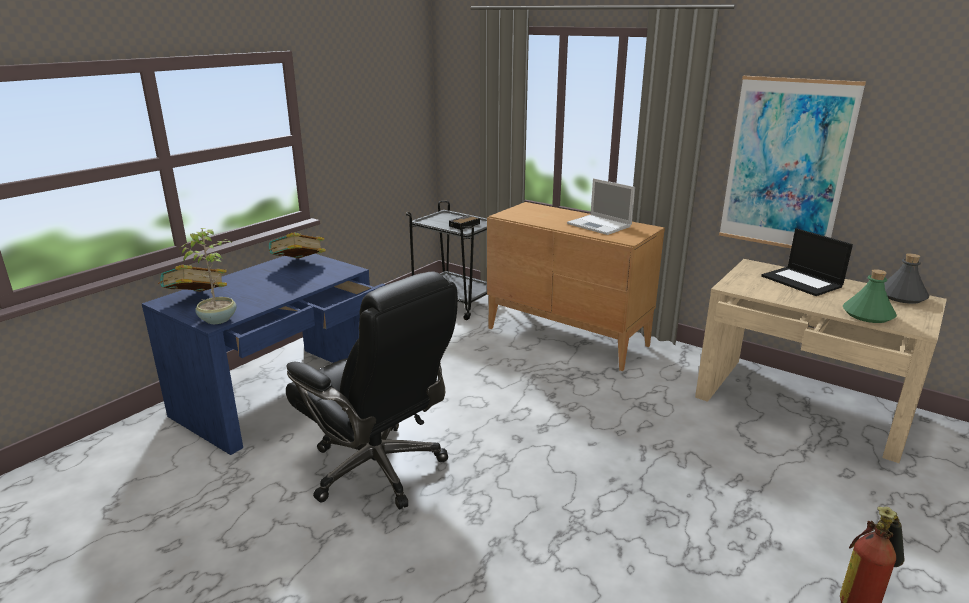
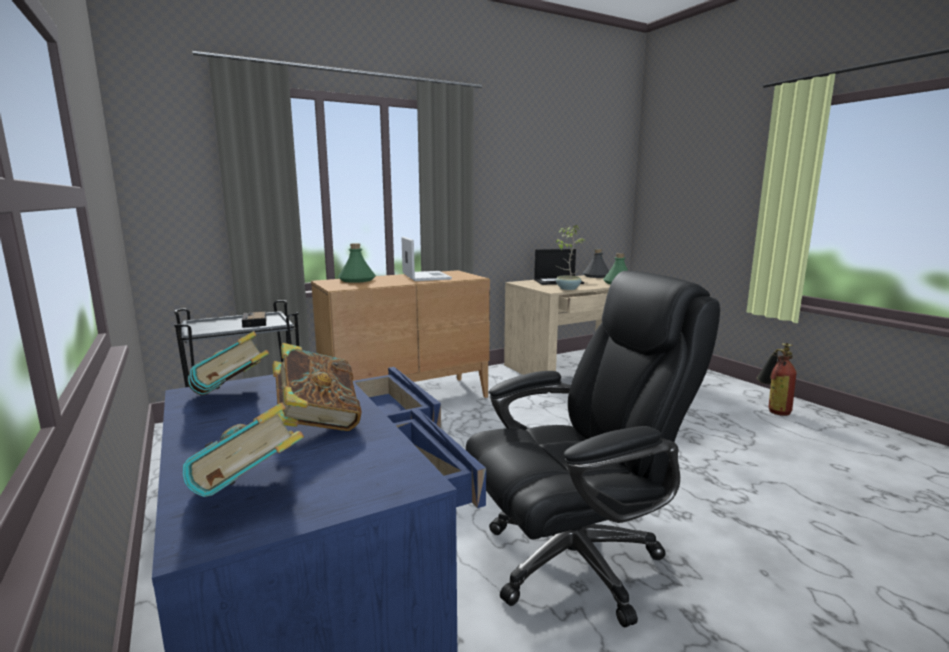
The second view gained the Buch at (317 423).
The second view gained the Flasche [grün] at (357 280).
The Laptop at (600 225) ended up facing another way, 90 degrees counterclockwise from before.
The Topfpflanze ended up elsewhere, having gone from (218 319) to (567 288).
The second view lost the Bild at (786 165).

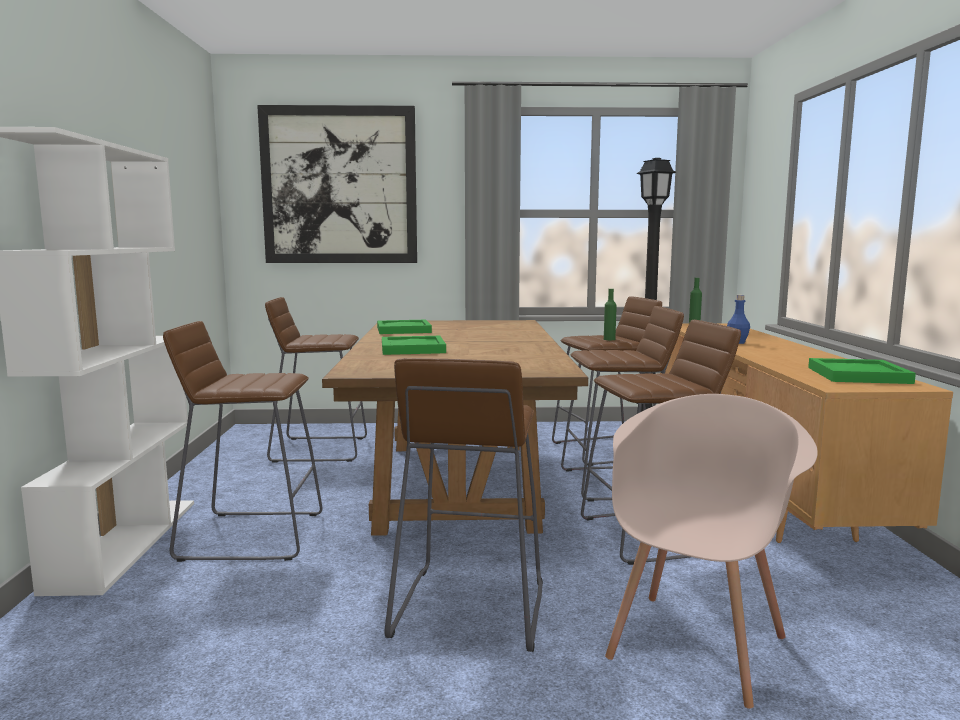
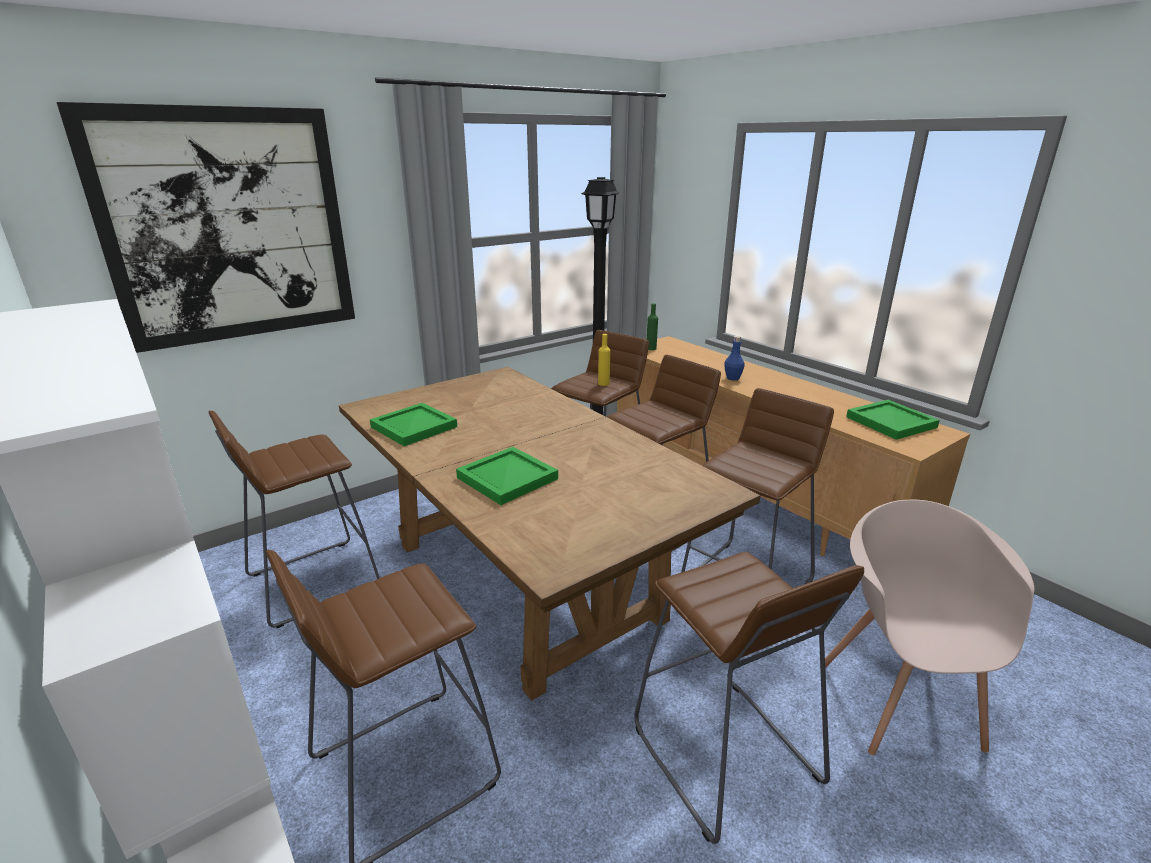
What was the Flasche [grün] at (609 339) turned into the Flasche [gelb] at (603 383).

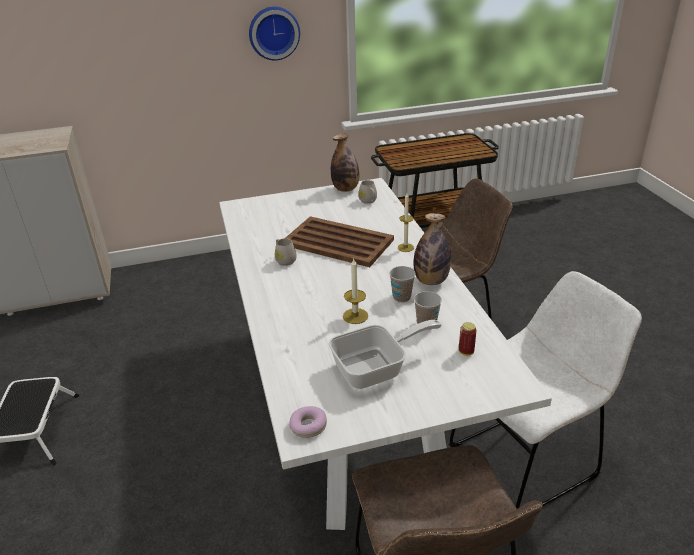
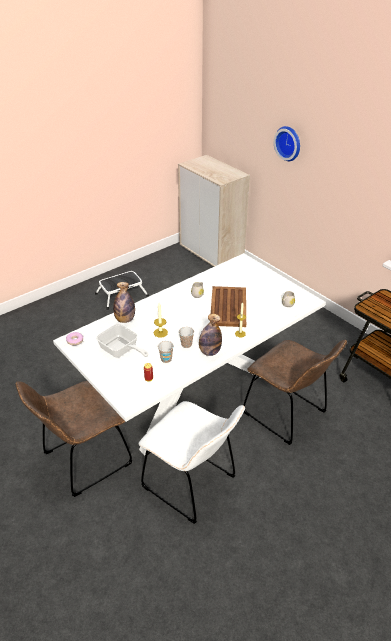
The Flasche ended up elsewhere, having gone from (346 189) to (125 319).
The Wanduhr ended up elsewhere, having gone from (273 32) to (289 143).

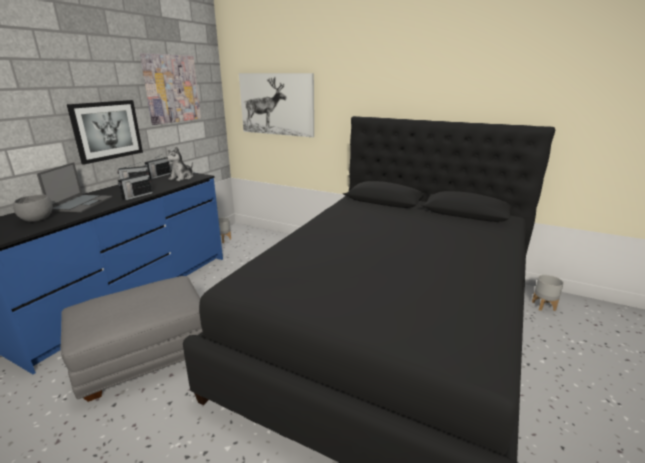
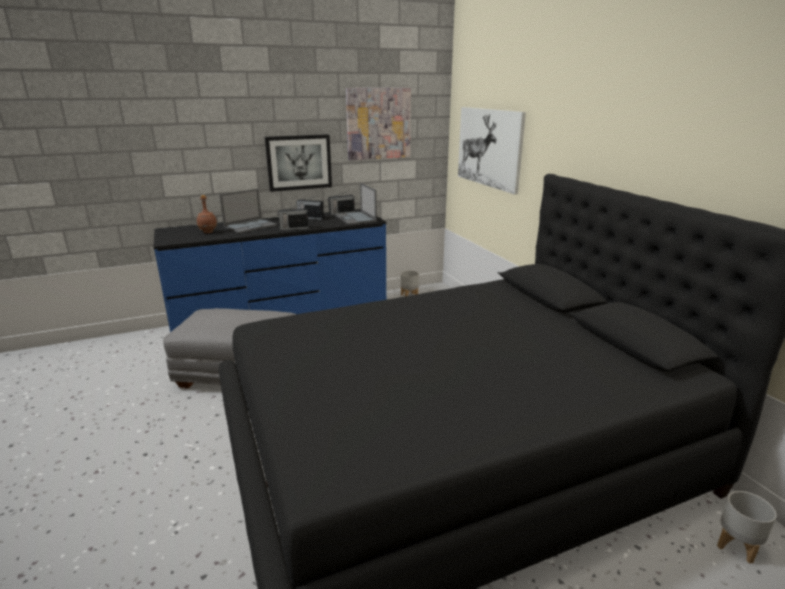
Where the Schüssel [grau] stood at (37 219), the Flasche [braun] came to stand at (208 232).
Where the Plüschtier stood at (182 178), the Laptop came to stand at (355 218).

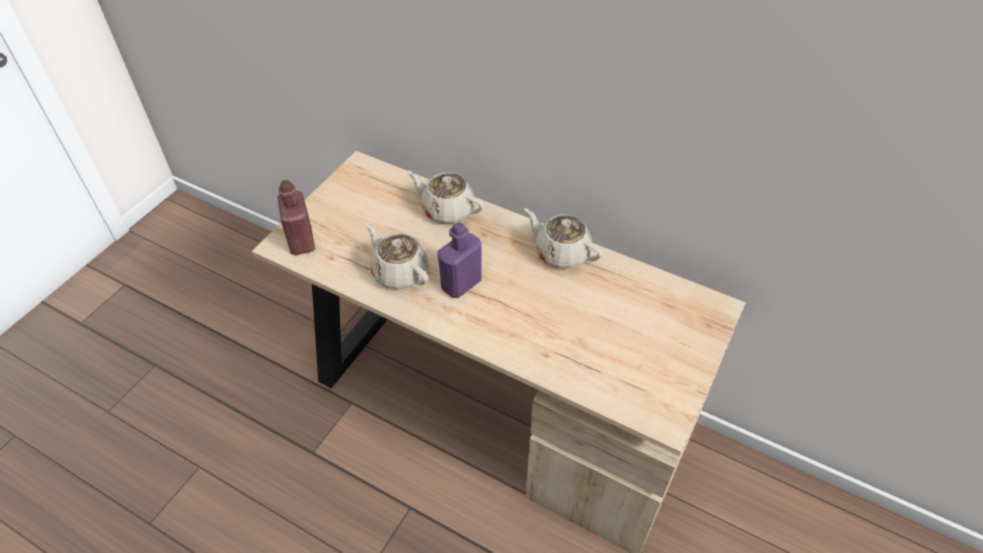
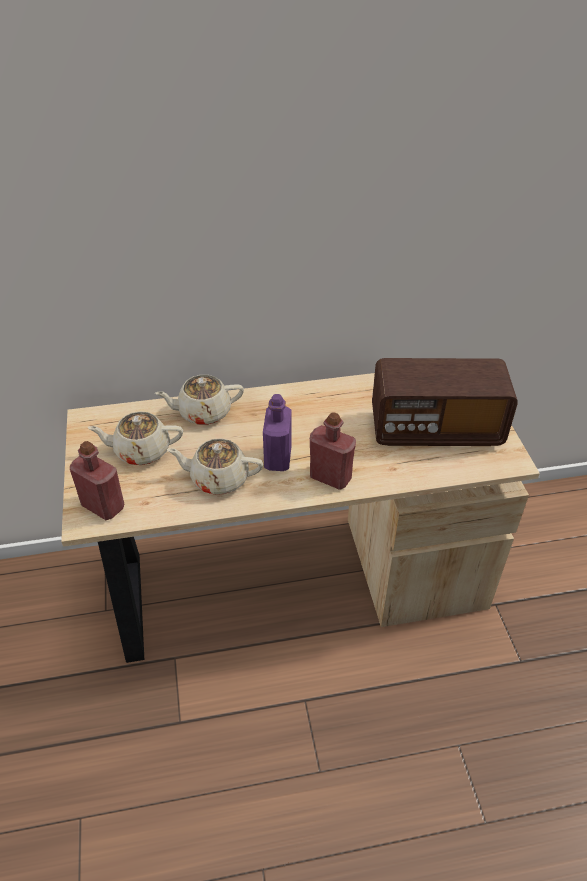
The Teekanne [beige] ended up elsewhere, having gone from (561 252) to (141 451).
The second view gained the Flasche [rot] at (330 477).
The second view gained the Radio at (435 429).

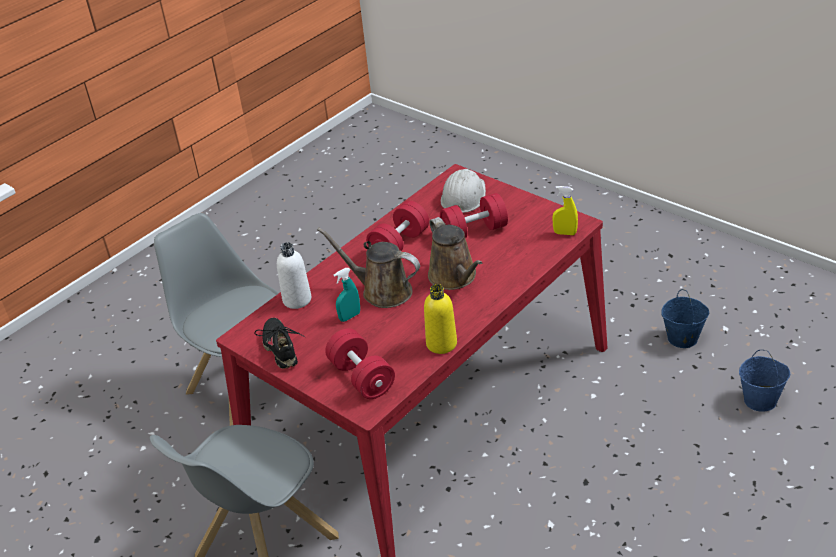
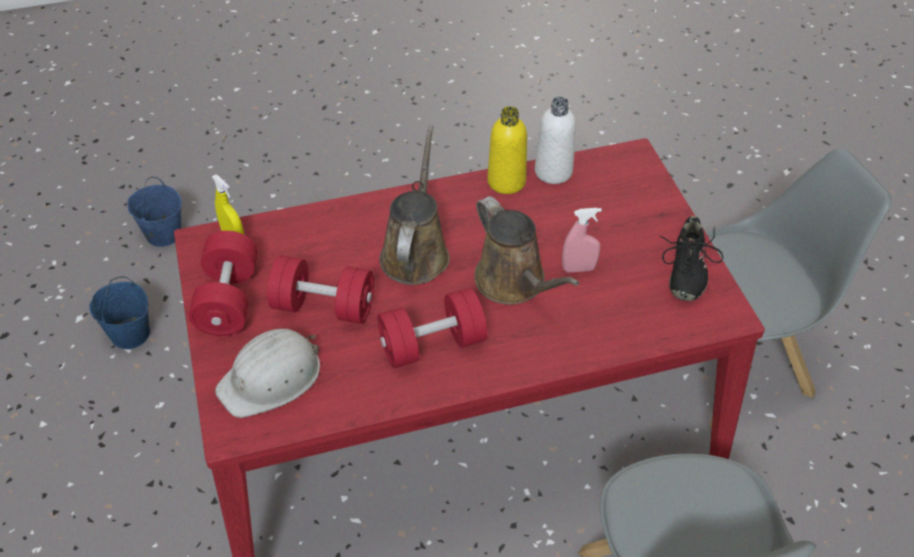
The Hantel [rot] ended up elsewhere, having gone from (362 377) to (228 300).
The Flasche [weiß] ended up elsewhere, having gone from (297 300) to (553 171).
What was the Sprühflasche [türkis] at (349 316) turned into the Sprühflasche [rosa] at (578 268).

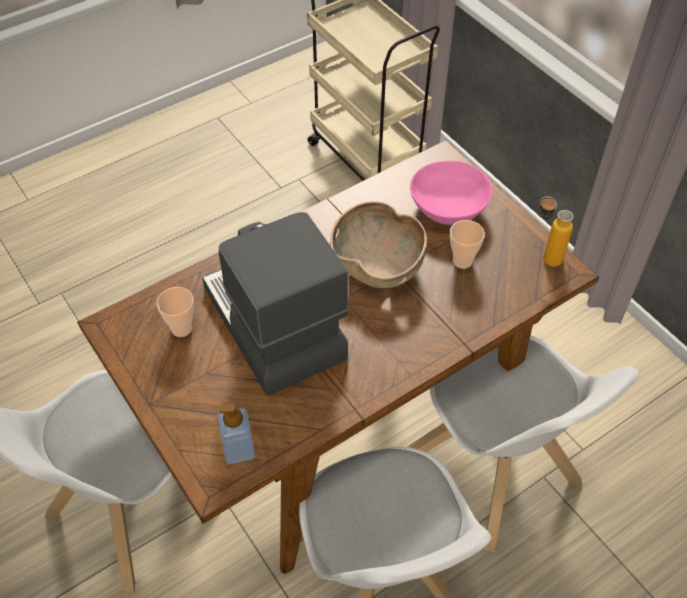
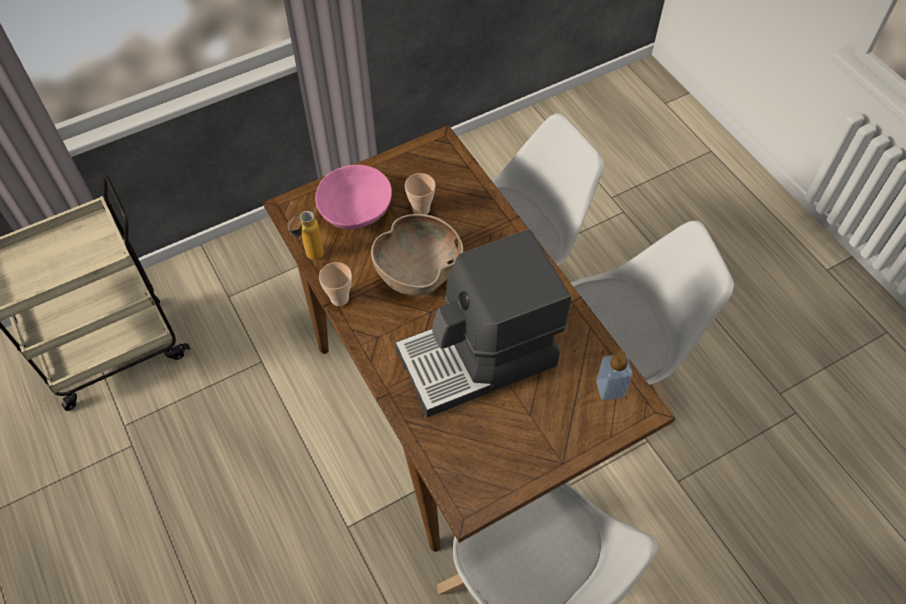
The Flasche ended up elsewhere, having gone from (544 257) to (310 258).
The Tasse ended up elsewhere, having gone from (181 329) to (339 298).

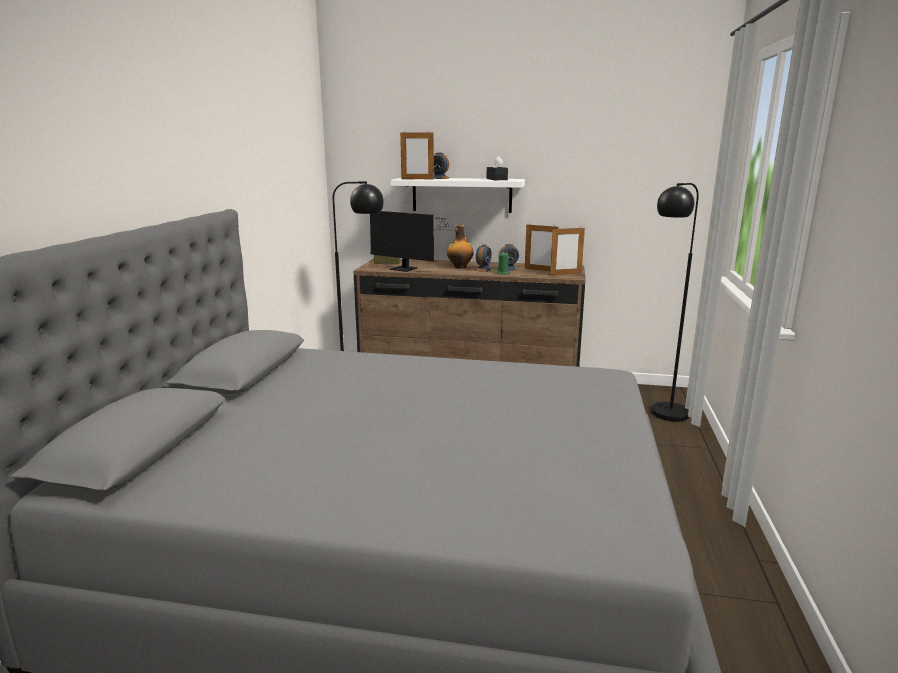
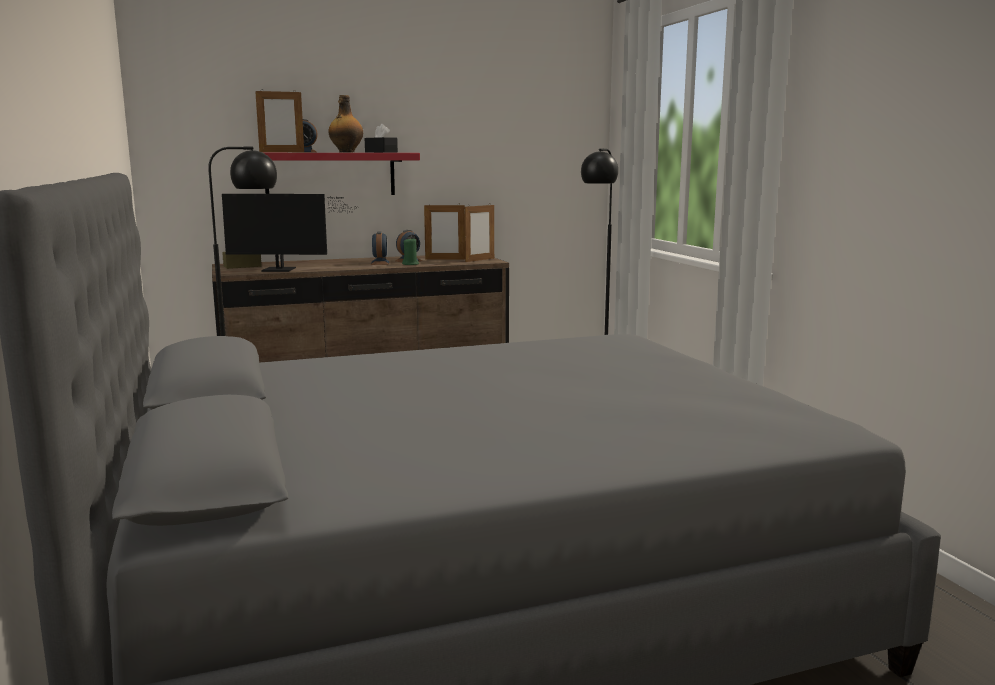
What was the Wandregal [weiß] at (461 195) turned into the Wandregal [rot] at (330 174).
The Flasche ended up elsewhere, having gone from (459 267) to (346 152).

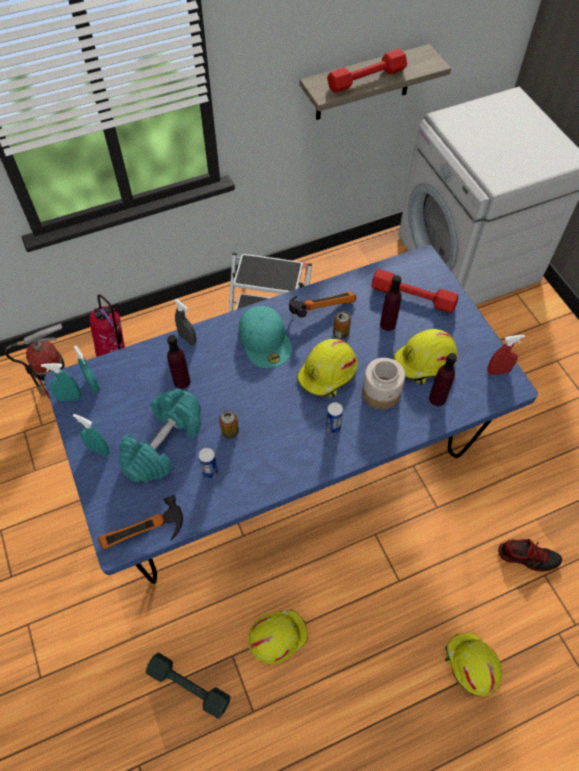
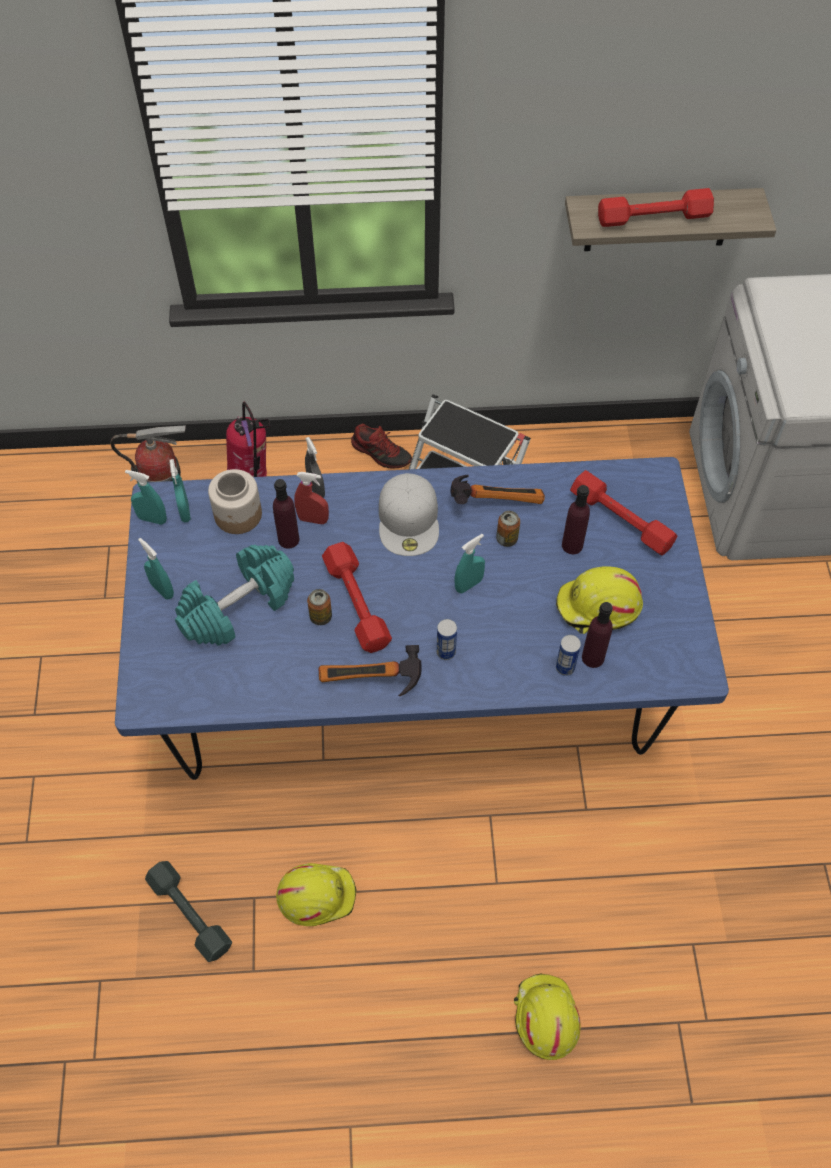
The Vorratsglas ended up elsewhere, having gone from (381 393) to (238 515).
The Sprühflasche [rot] ended up elsewhere, having gone from (498 371) to (313 519).
The Hammer ended up elsewhere, having gone from (145 537) to (370 684).
The second view gained the Hantel [rot] at (357 603).
The Schuh ended up elsewhere, having gone from (527 556) to (381 453).
What was the Kappe [türkis] at (265 340) turned into the Kappe [weiß] at (409 520).
Where the Schutzhelm [gelb] stood at (328 374), the Sprühflasche [türkis] came to stand at (468 584).
The Dose ended up elsewhere, having gone from (210 472) to (565 667).

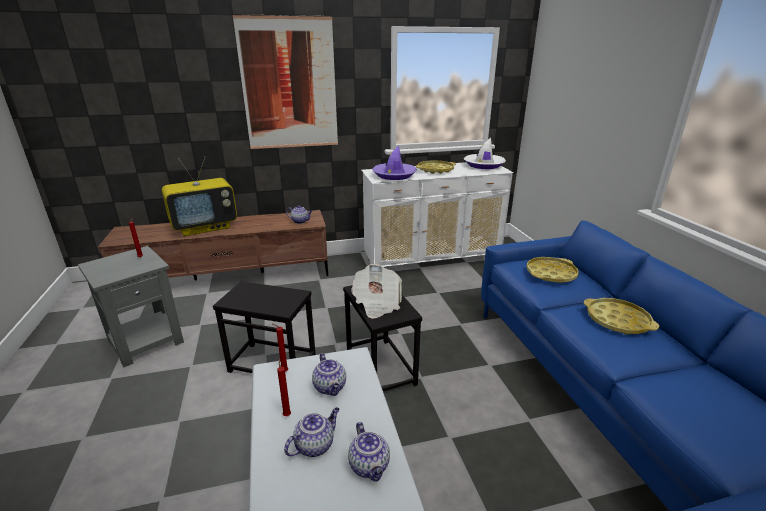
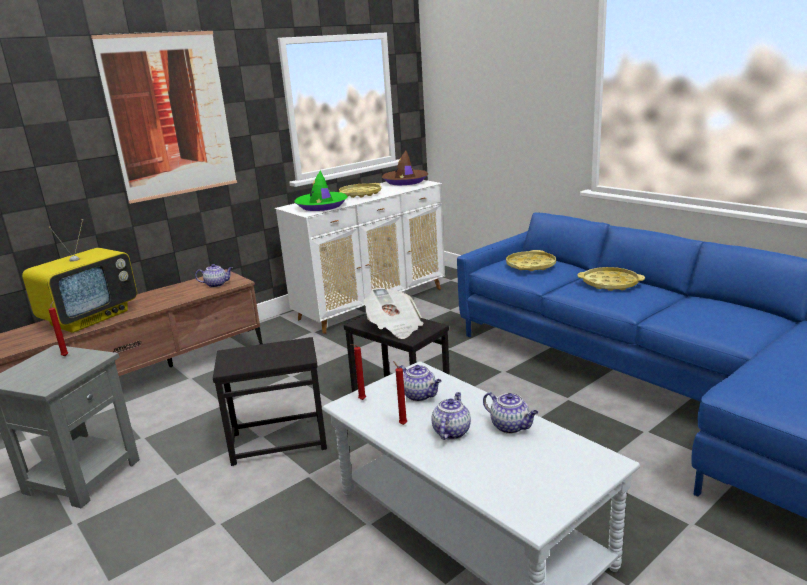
What was the Hut [lila] at (394 175) turned into the Hut [grün] at (322 206).
What was the Hut [weiß] at (484 165) turned into the Hut [braun] at (405 181).

